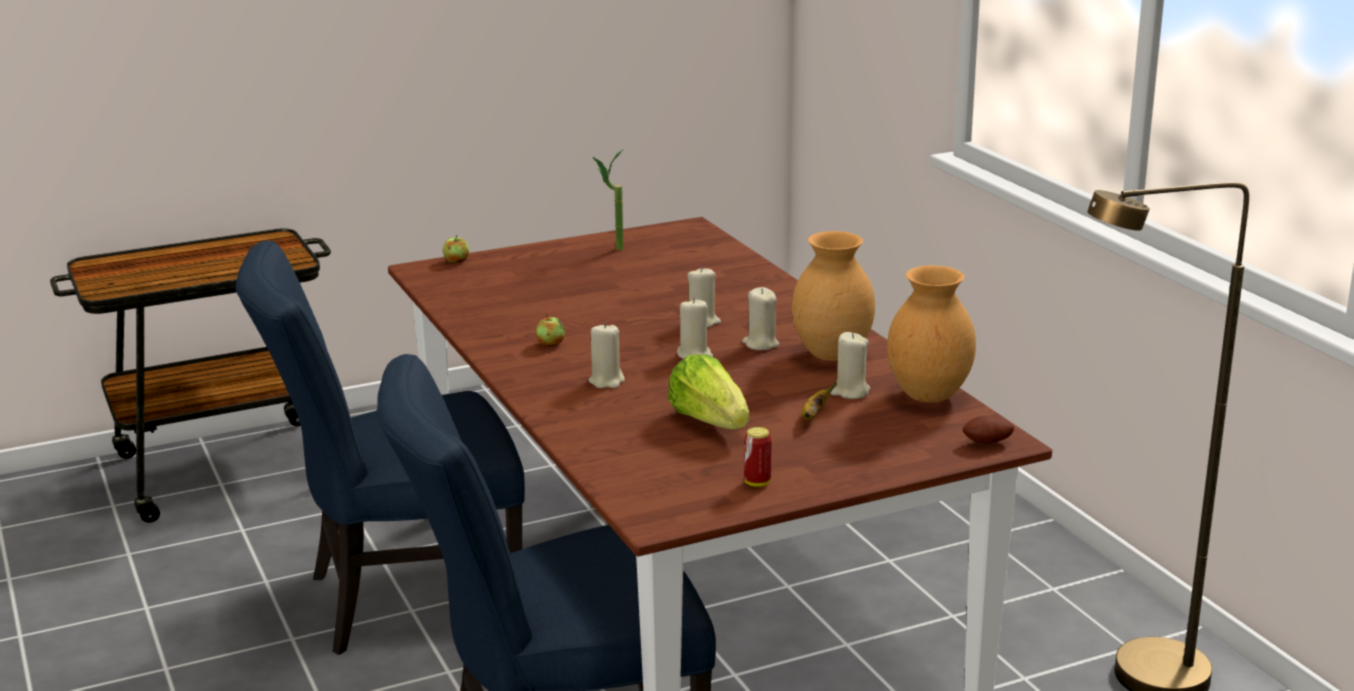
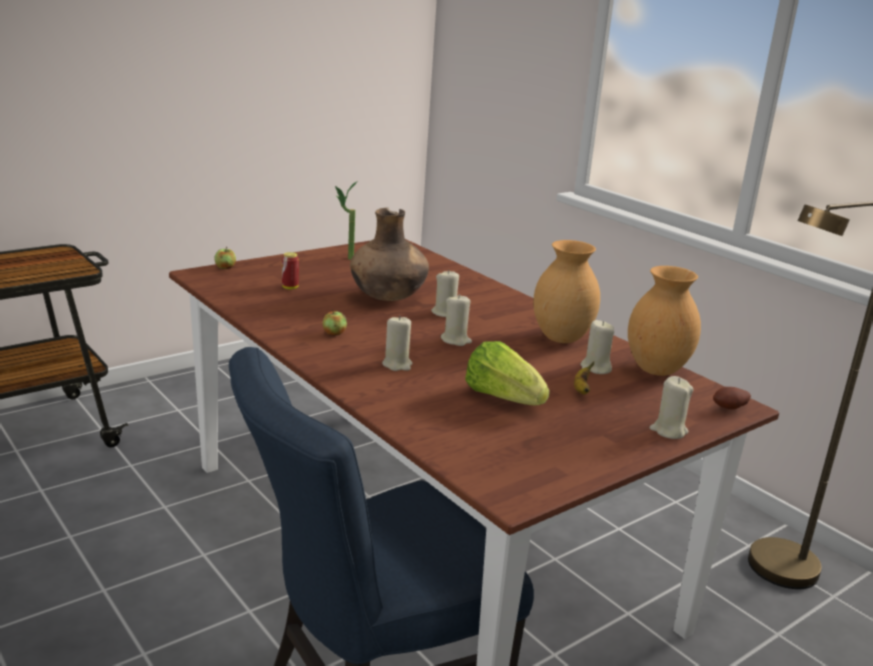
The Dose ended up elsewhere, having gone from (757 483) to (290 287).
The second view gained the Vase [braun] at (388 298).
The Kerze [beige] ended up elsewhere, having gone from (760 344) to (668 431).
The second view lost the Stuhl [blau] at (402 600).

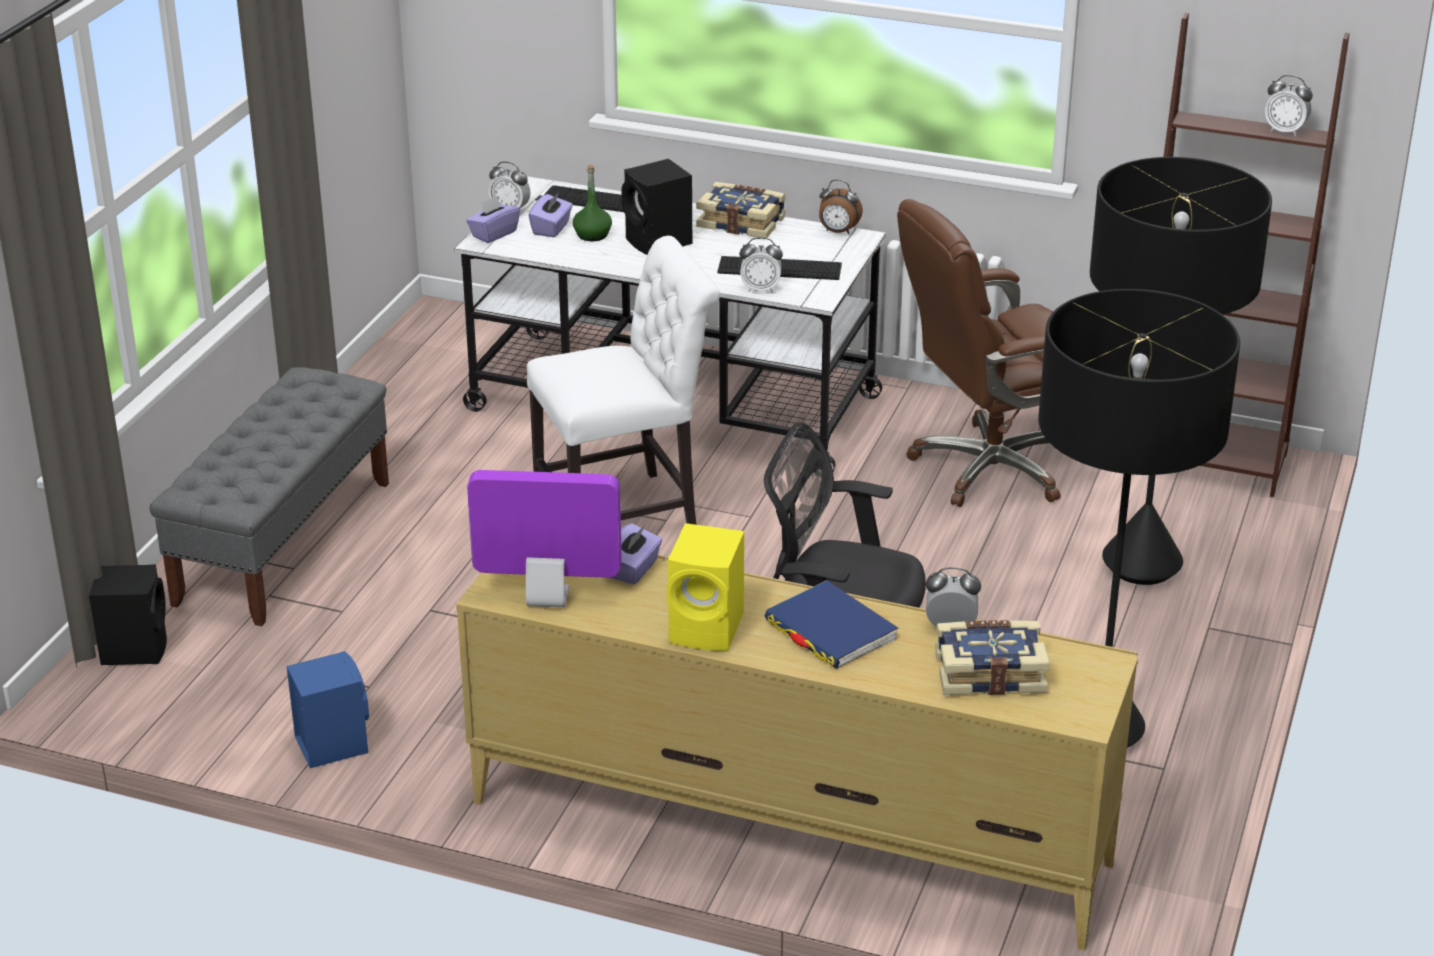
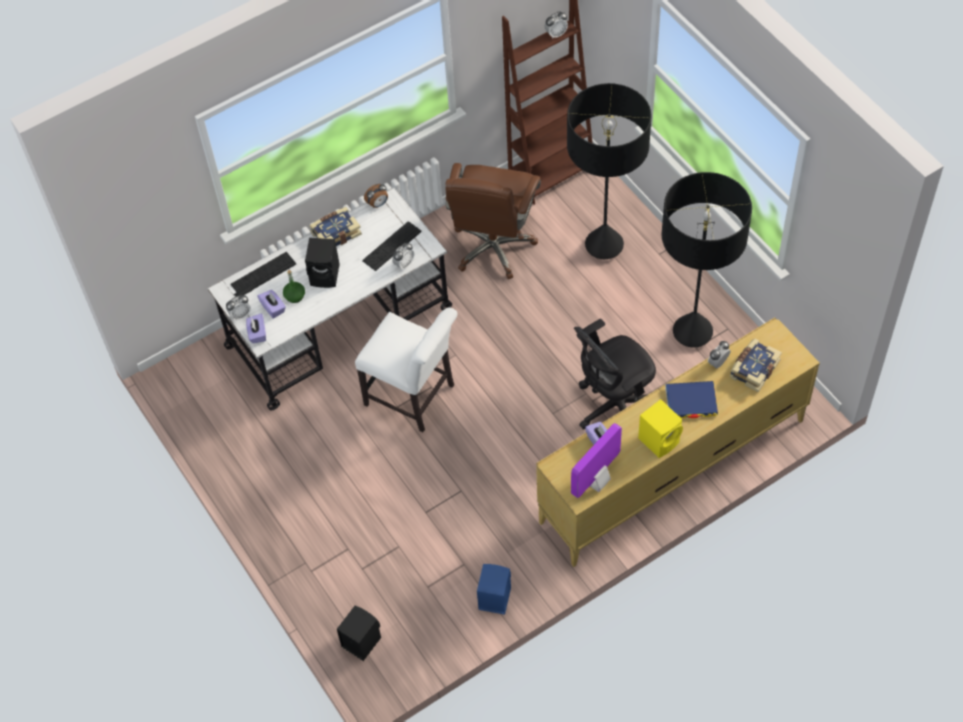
The Stuhl [weiß] at (627 514) ended up facing another way, 105 degrees clockwise from before.
The second view lost the Bank [grau] at (284 541).

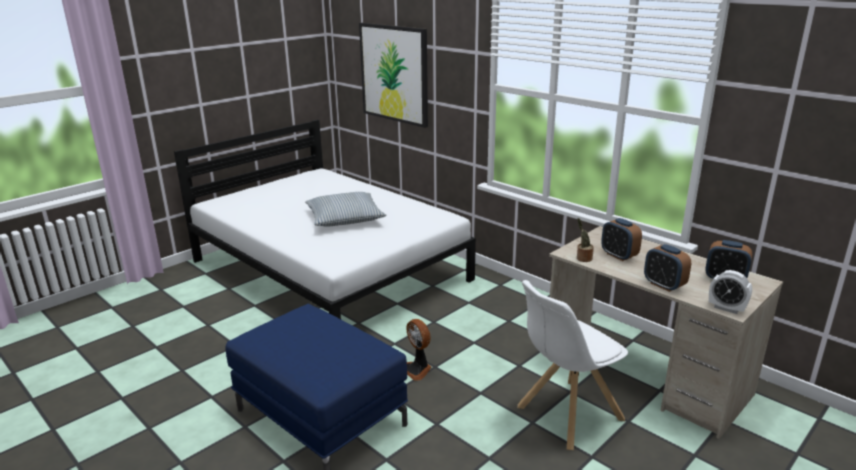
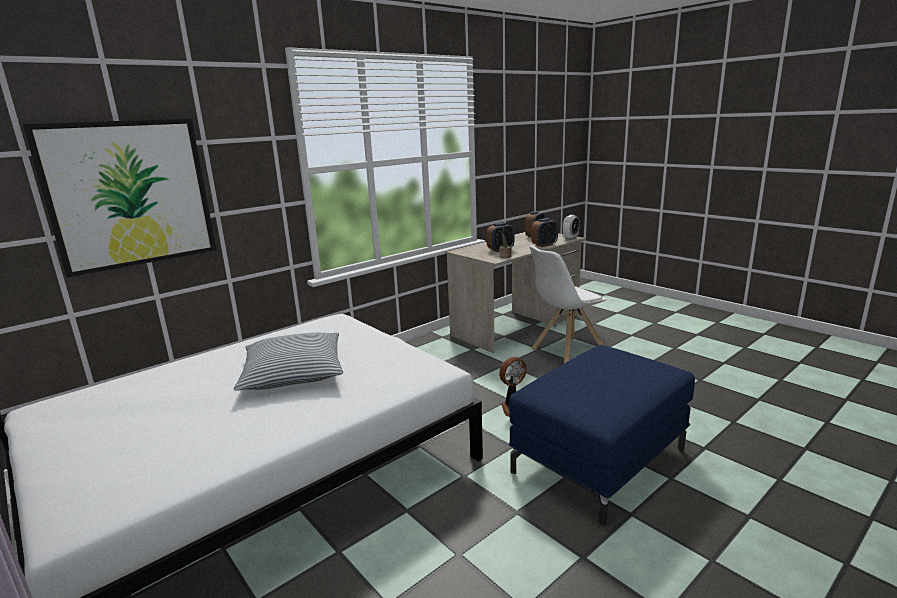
The Stuhl [weiß] at (566 415) ended up facing another way, 90 degrees clockwise from before.

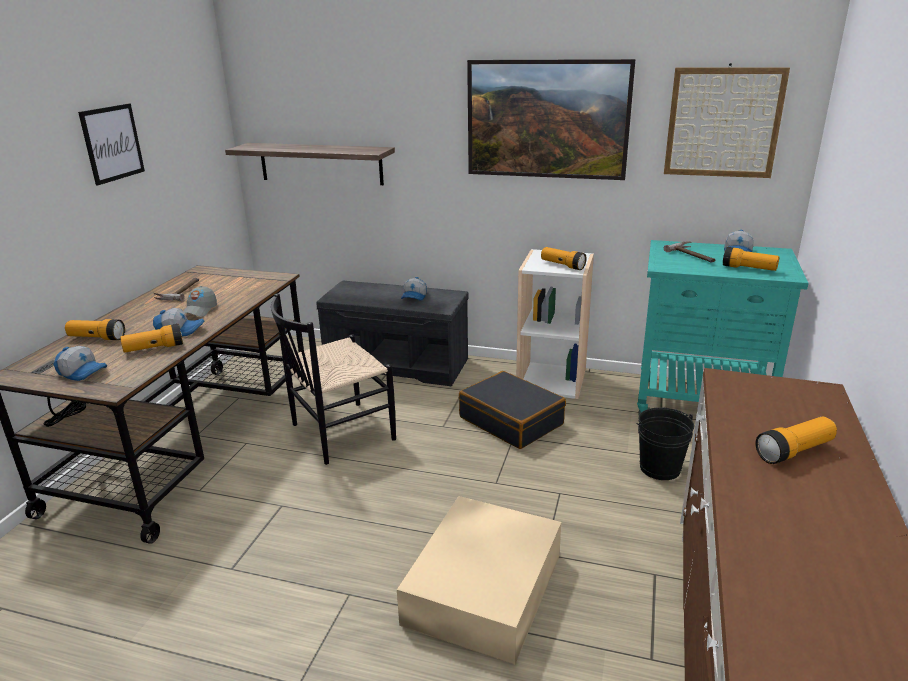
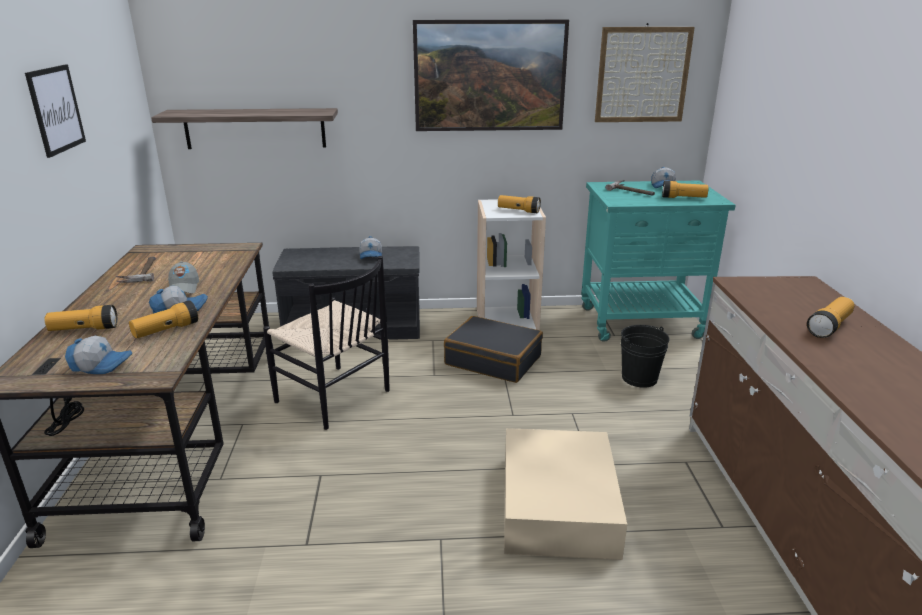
The Stuhl [schwarz] at (338 434) ended up facing another way, 90 degrees counterclockwise from before.

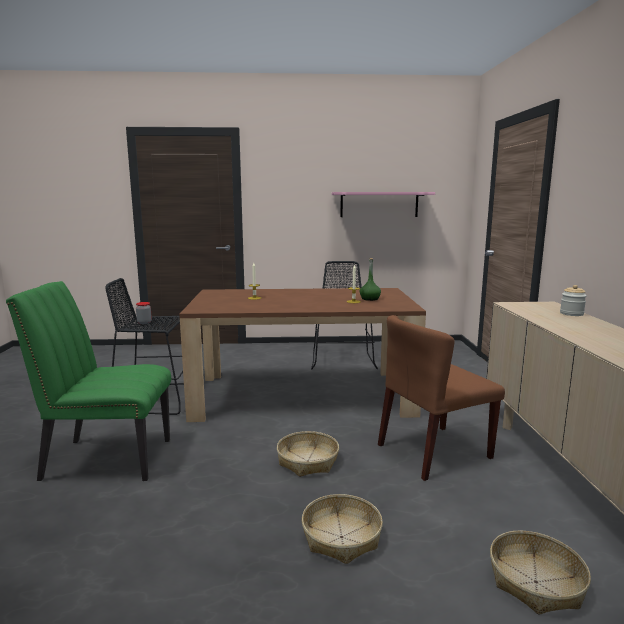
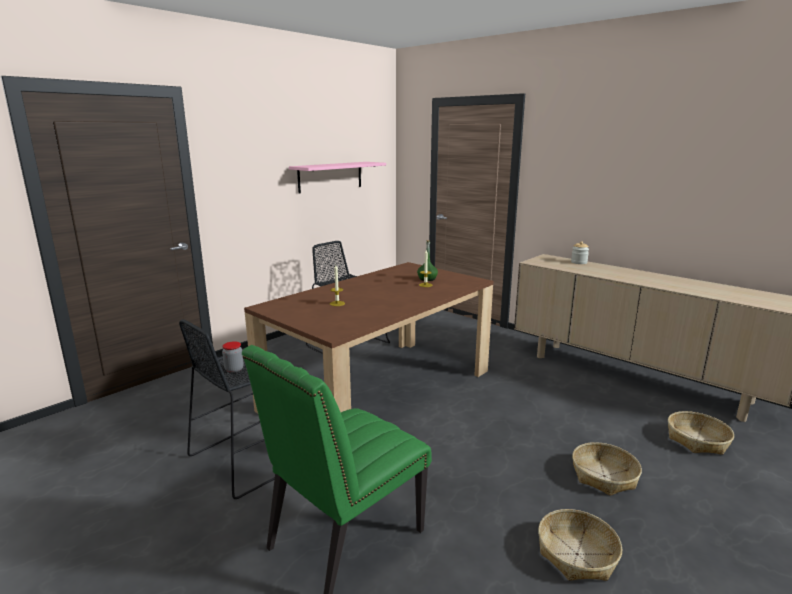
The Korb ended up elsewhere, having gone from (308 461) to (577 554).
The second view lost the Stuhl [braun] at (433 452).

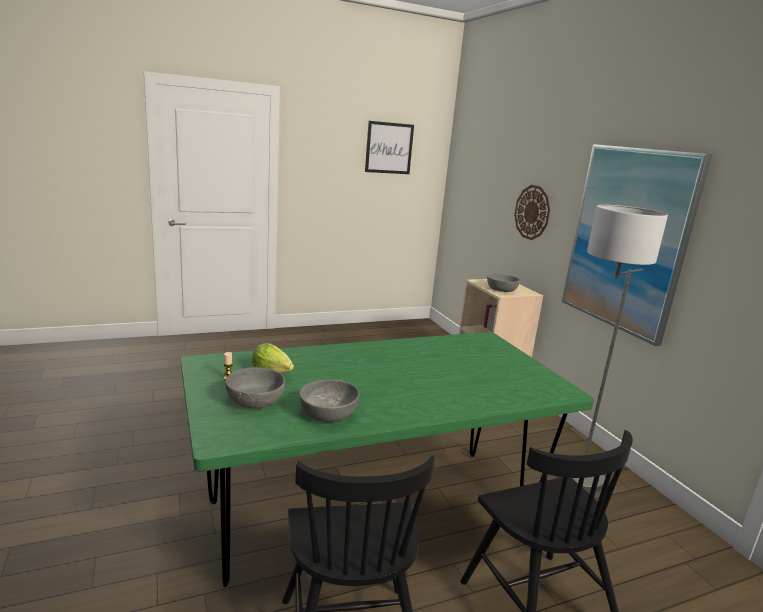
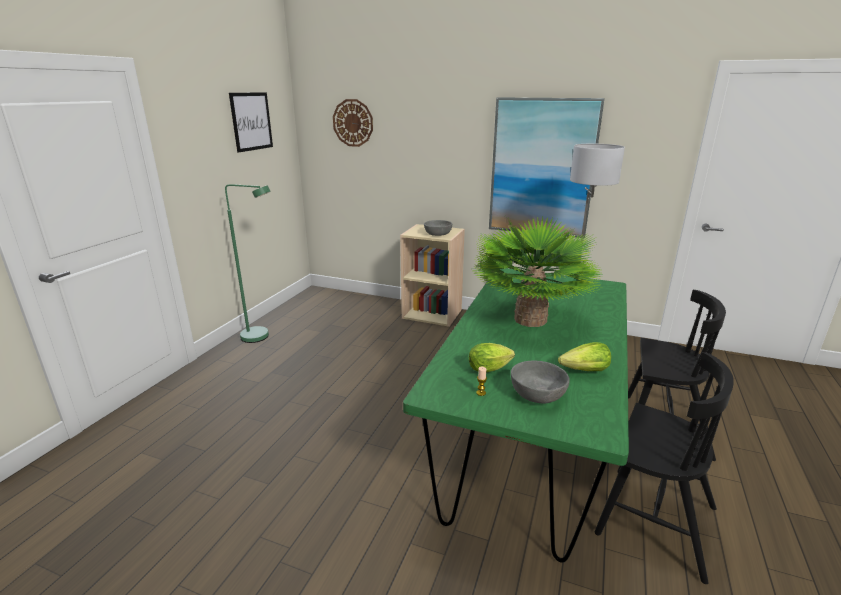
The second view gained the Stehlampe [grün] at (261 337).
The Wanduhr ended up elsewhere, having gone from (532 212) to (353 123).
The second view gained the Topfpflanze at (530 320).
Where the Schüssel [grau] stood at (328 413), the Salatkopf came to stand at (585 371).

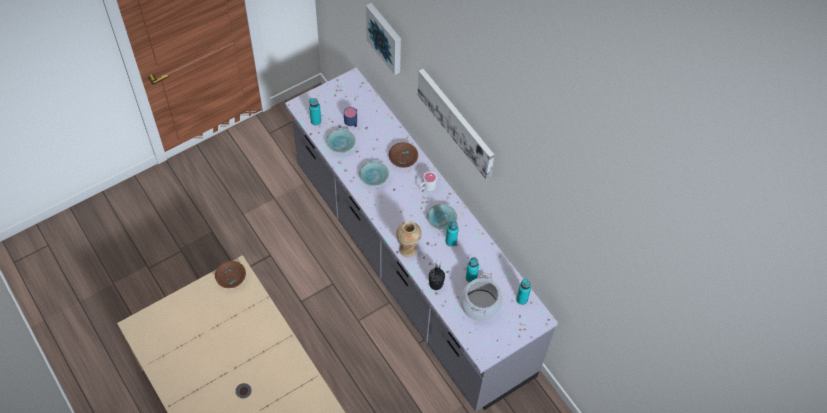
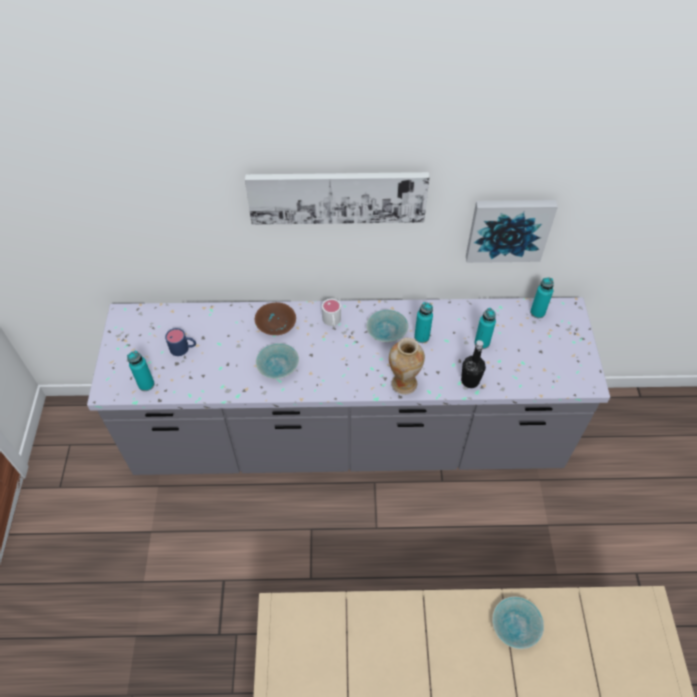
The Bild ended up elsewhere, having gone from (385 37) to (508 229).
The Schüssel [türkis] ended up elsewhere, having gone from (340 144) to (514 626).
The second view lost the Schüssel [braun] at (230 278).
The second view lost the Kochtopf at (480 305).

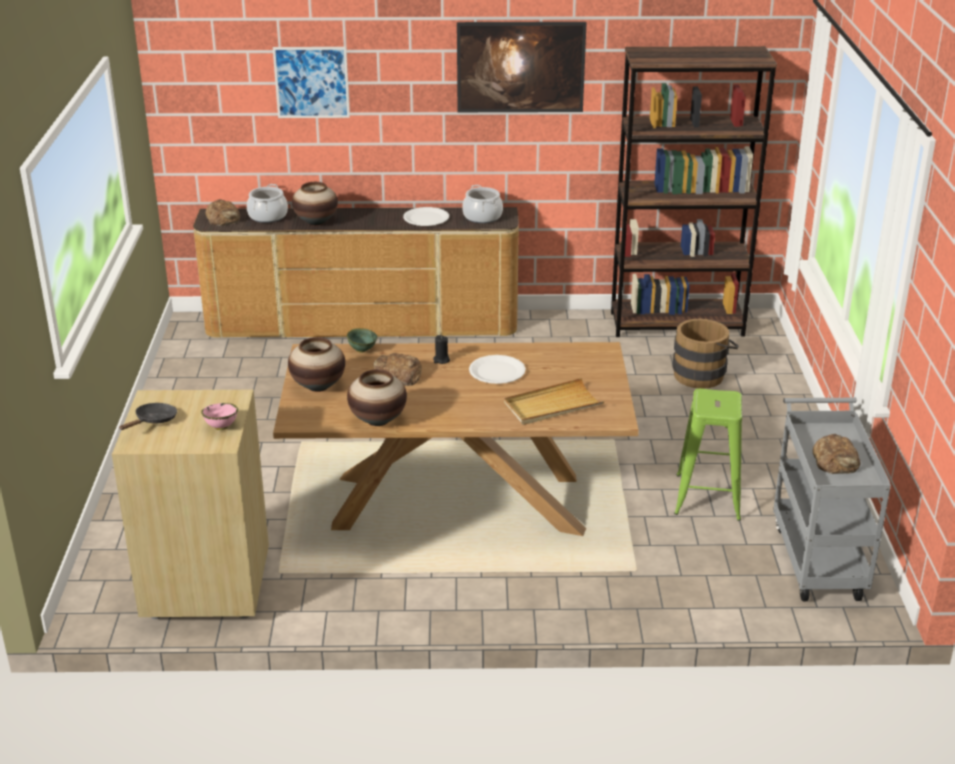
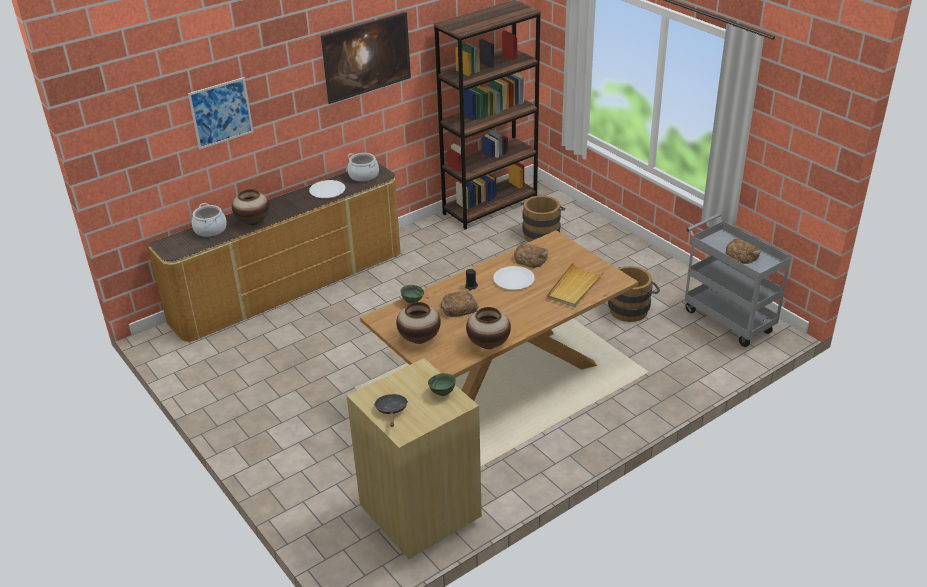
What was the Schüssel [rosa] at (220 427) turned into the Schüssel [grün] at (442 393).
The Brot ended up elsewhere, having gone from (224 218) to (530 258).
Where the Hocker [grün] stood at (708 496), the Eimer [braun] came to stand at (632 309).

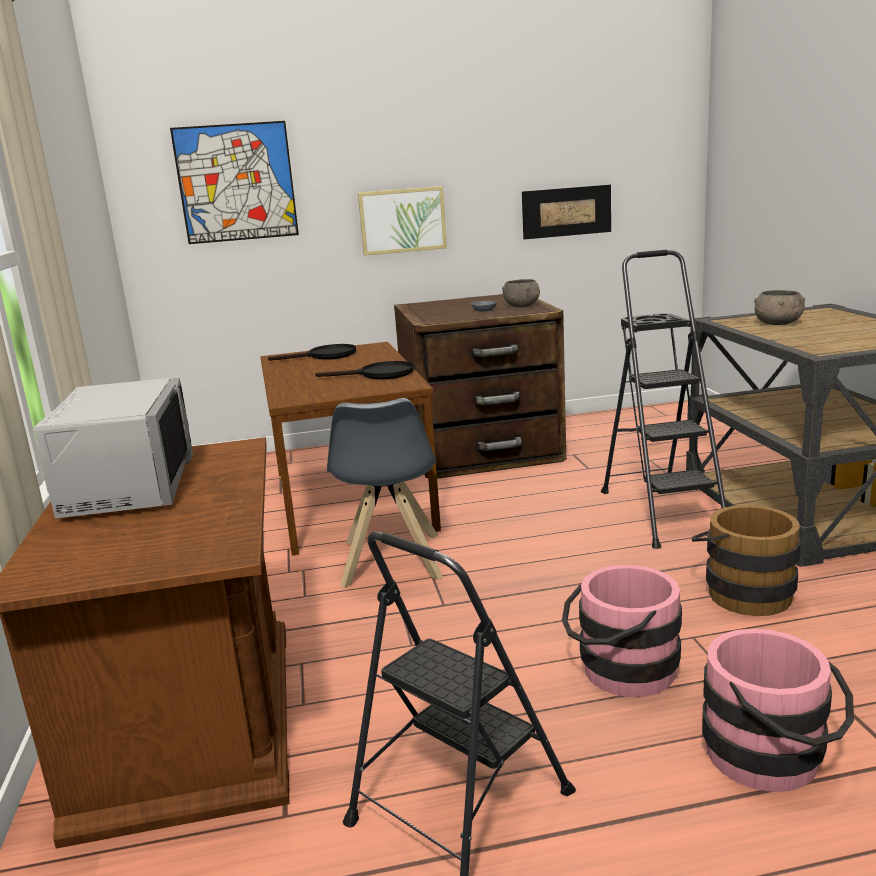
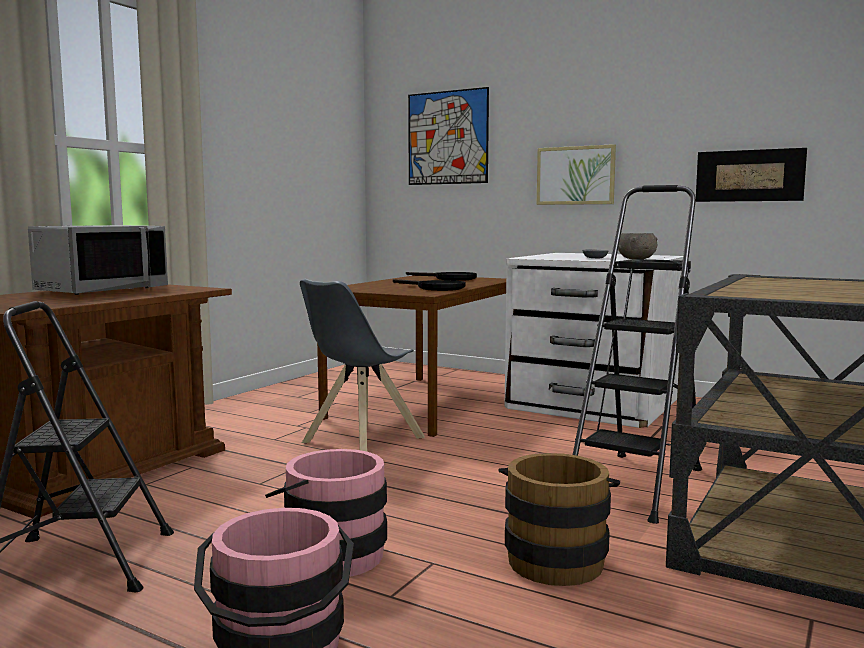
What was the Kommode [braun] at (483 448) turned into the Kommode [weiß] at (594 402).
The second view lost the Schüssel [grau] at (778 323).

